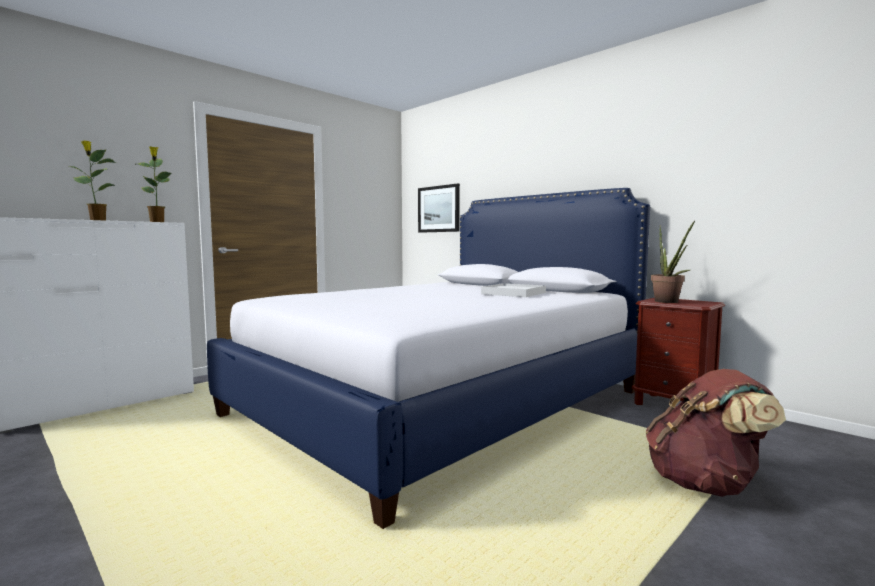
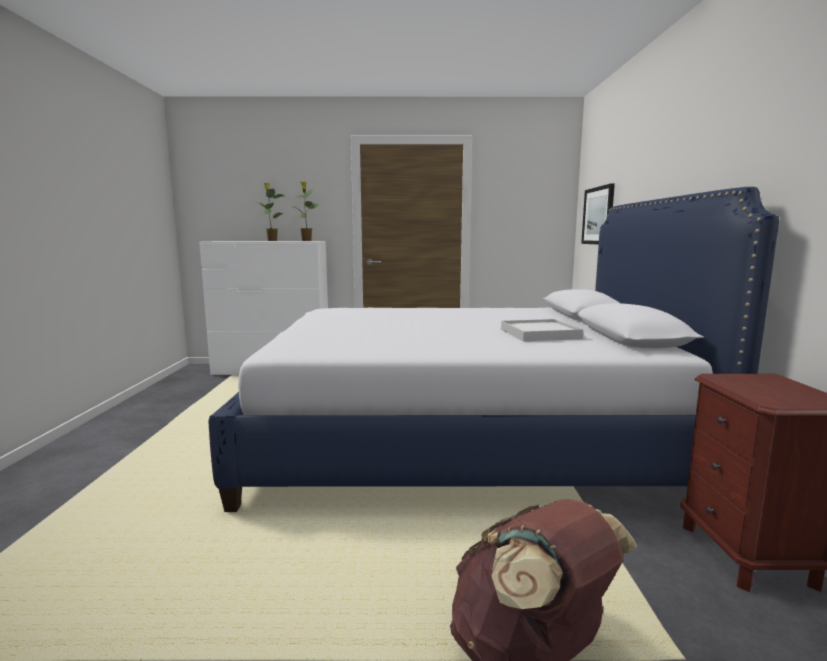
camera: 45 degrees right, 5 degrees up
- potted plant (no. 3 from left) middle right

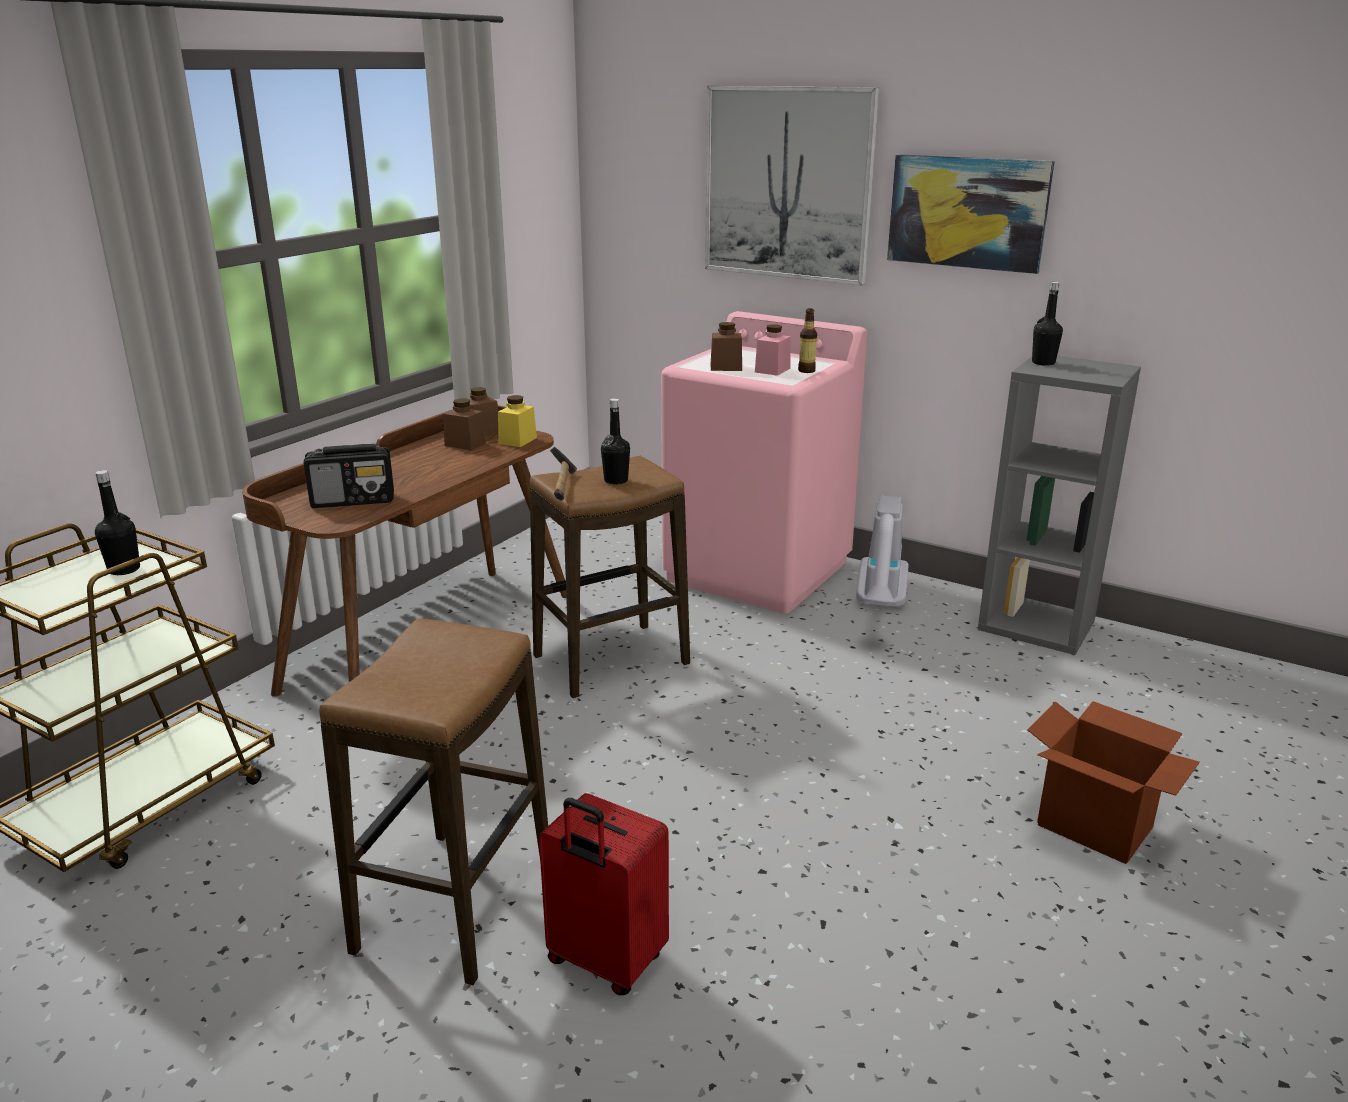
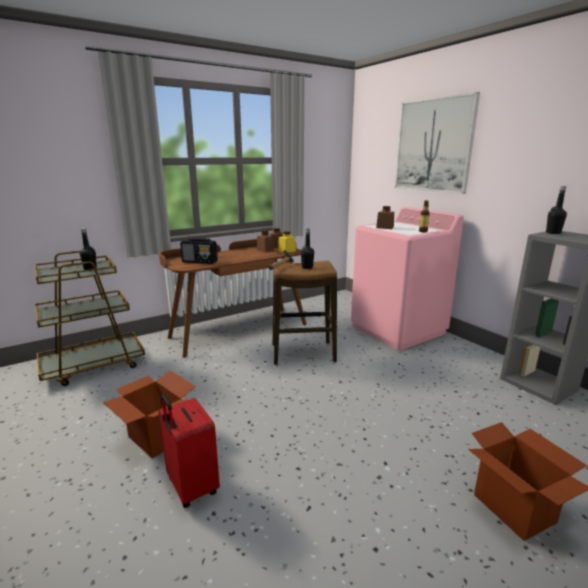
camera: 25 degrees right, 5 degrees down
- jar in pink top centre
- vacuum cleaner centre
- picture (no. 2 from left) top right
~ stool (no. 1 from left) bottom left to cardboard box (no. 1 from left) bottom left

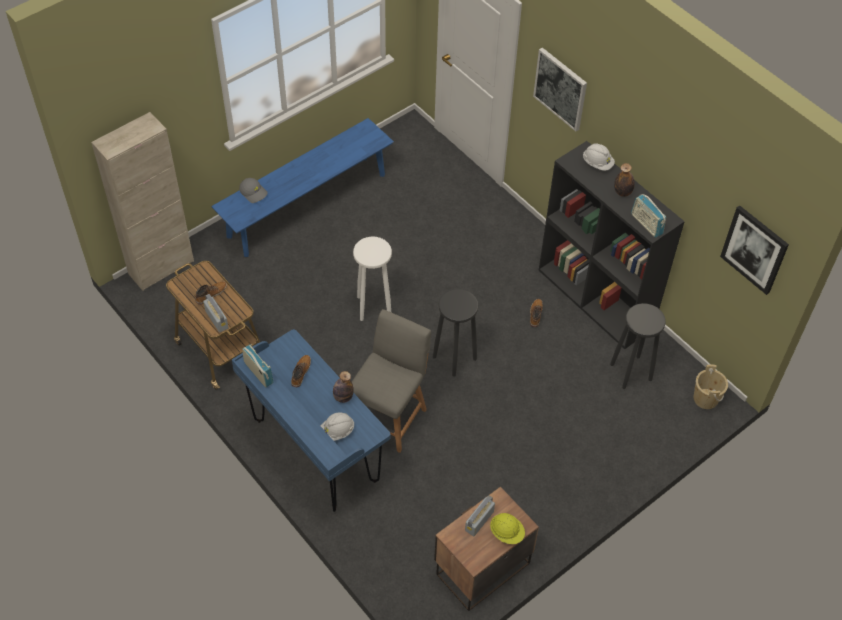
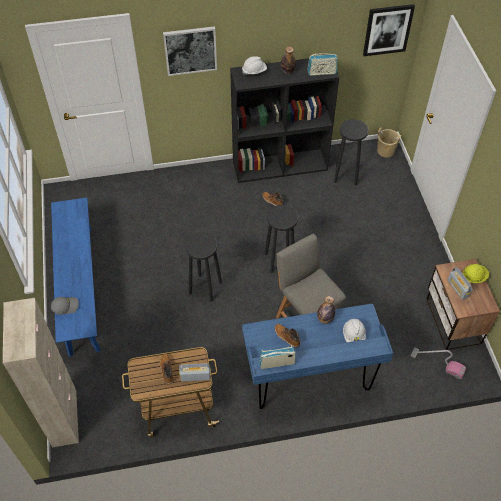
camera: 60 degrees left, 0 degrees up
+ vacuum cleaner bottom right
~ stool in white centre to stool in black (no. 1 from left) centre

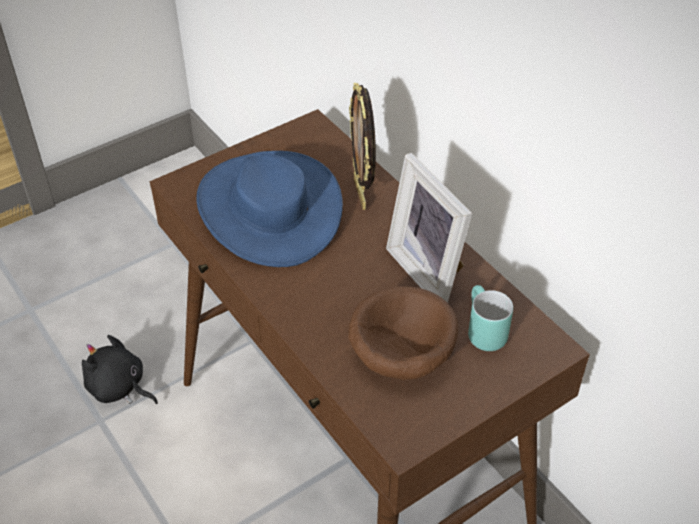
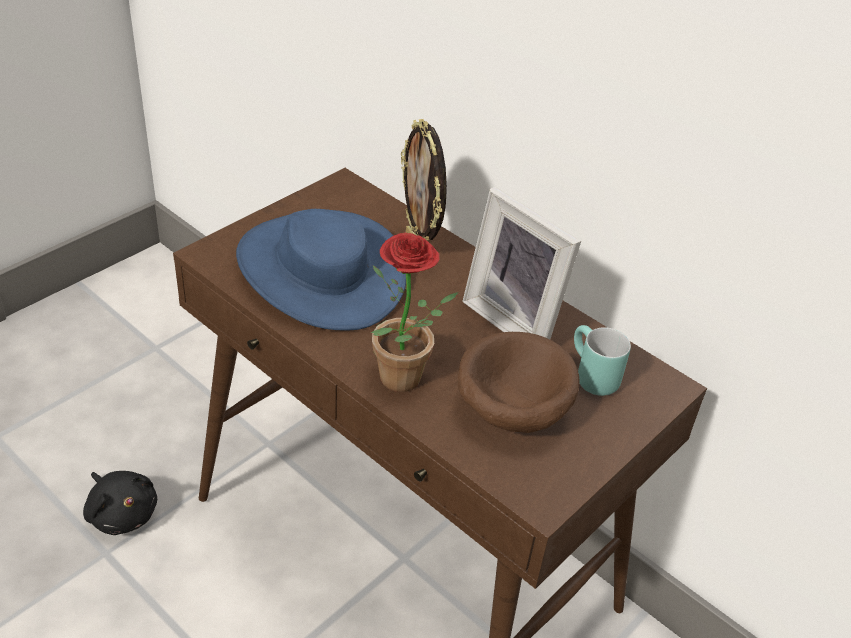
camera: 15 degrees left, 5 degrees down
+ potted plant centre
~ plush toy in black bottom left = bottom left 150 degrees counterclockwise

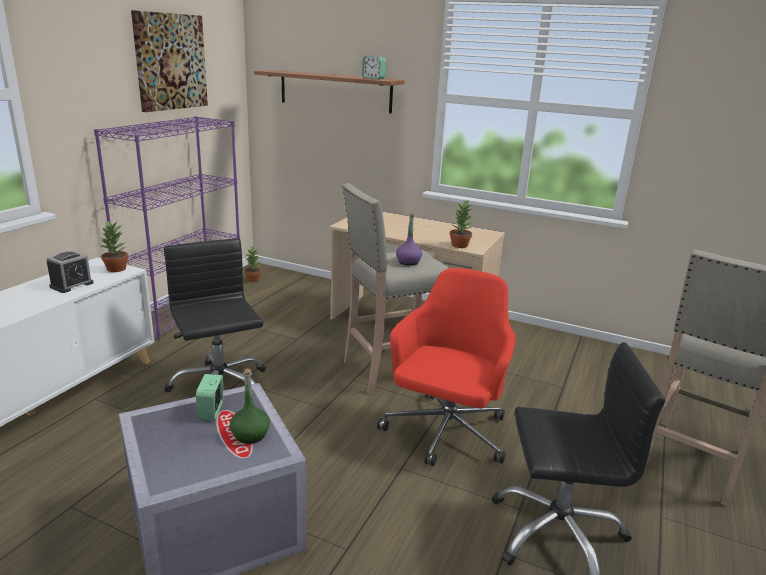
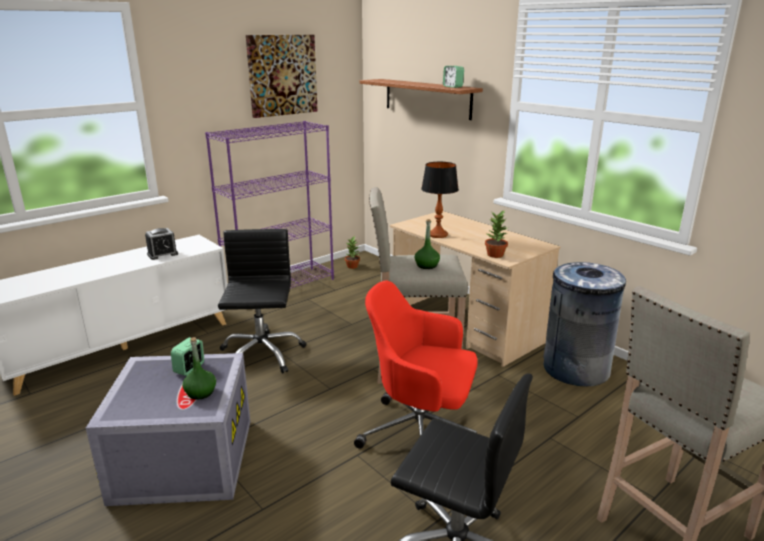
camera: 25 degrees right, 0 degrees up
- potted plant (no. 1 from left) middle left
+ table lamp centre
+ trash can in grey middle right
~ bottle in purple centre to bottle in green (no. 2 from left) centre
~ office chair in red centre = bottom centre 120 degrees counterclockwise

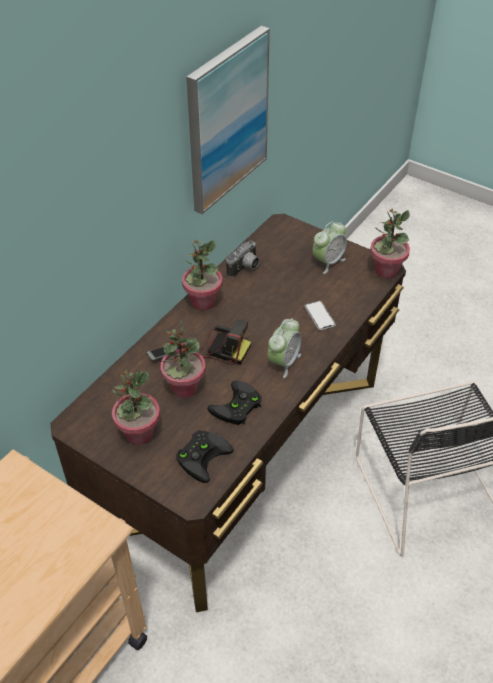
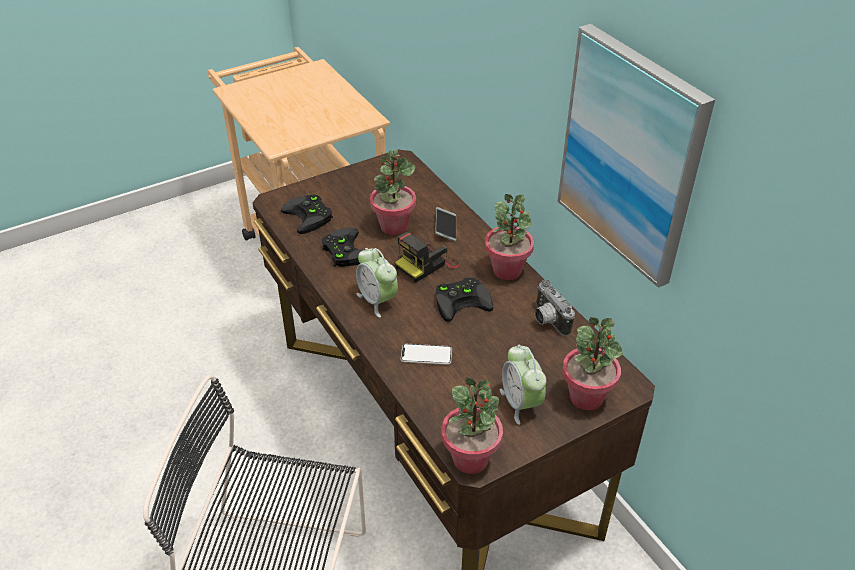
camera: 115 degrees right, 5 degrees down
+ game controller in black (no. 3 from left) centre
~ potted plant (no. 1 from left in the first image) middle left to potted plant (no. 4 from left) middle right

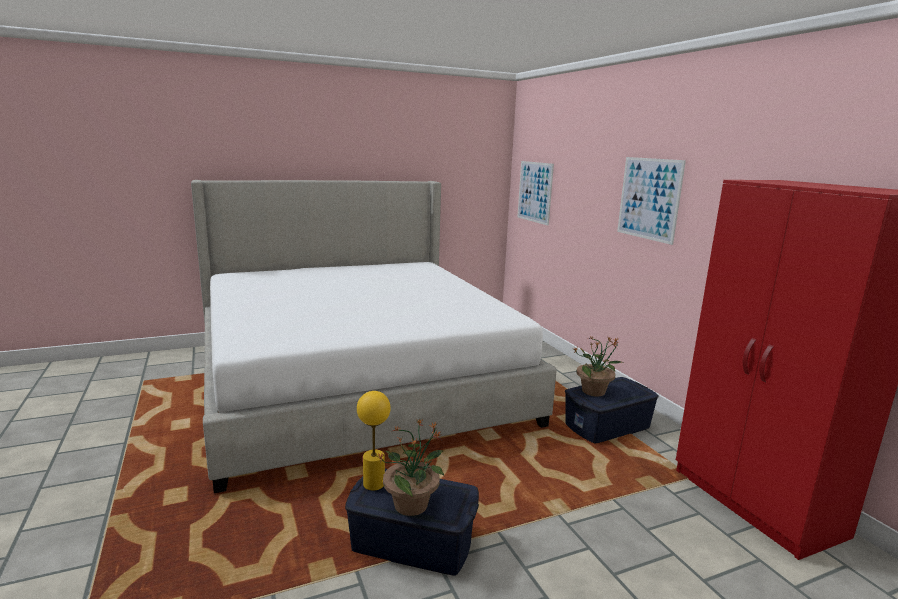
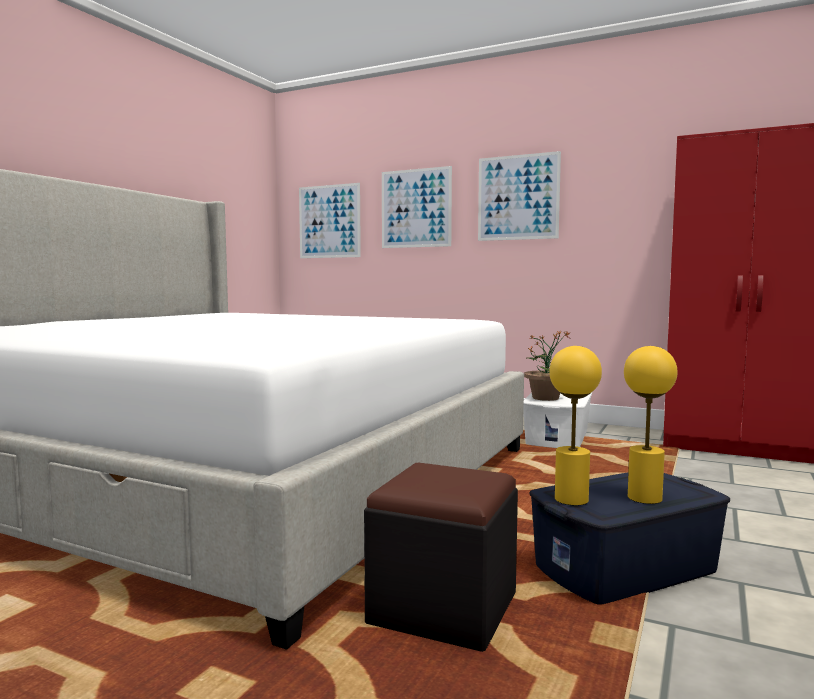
camera: 40 degrees left, 10 degrees down
+ ottoman in black bottom centre
+ picture (no. 2 from left) top centre
~ potted plant (no. 1 from left) bottom centre to table lamp in yellow (no. 2 from left) middle right
~ storage box in blue (no. 2 from left) bottom right to storage box in white middle right

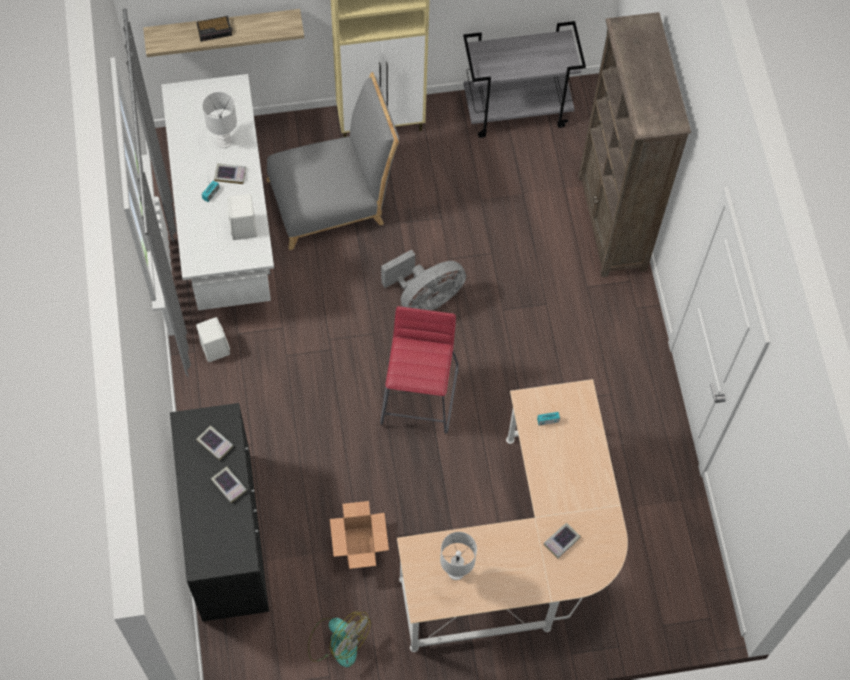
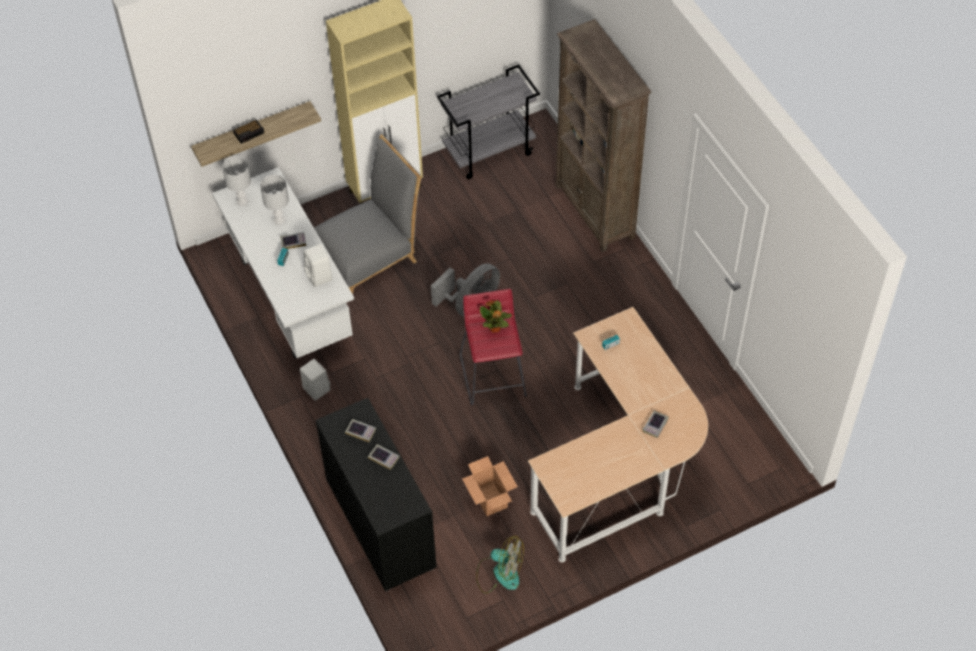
camera: 15 degrees left, 10 degrees down
+ potted plant centre
~ table lamp in white (no. 2 from left in the first image) bottom centre to table lamp in white (no. 1 from left) top left

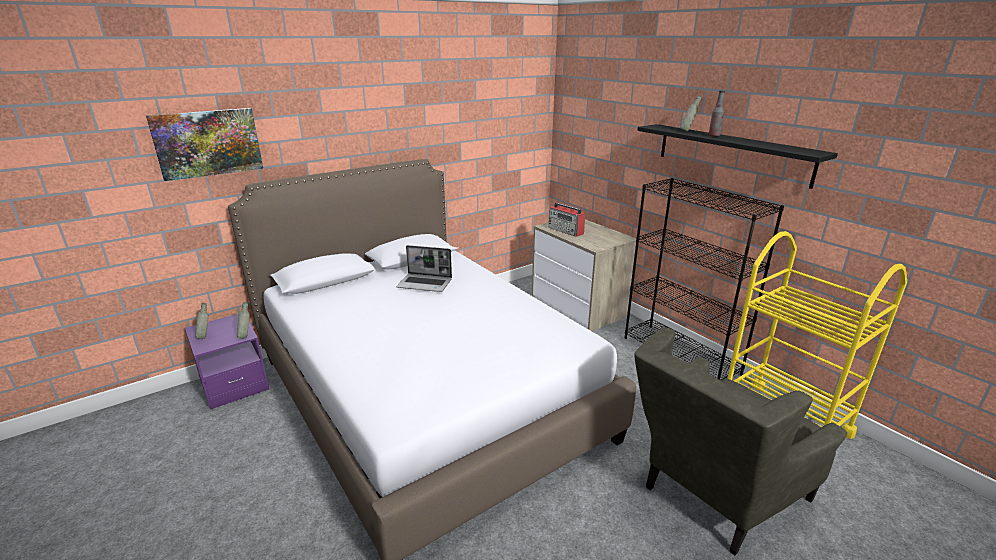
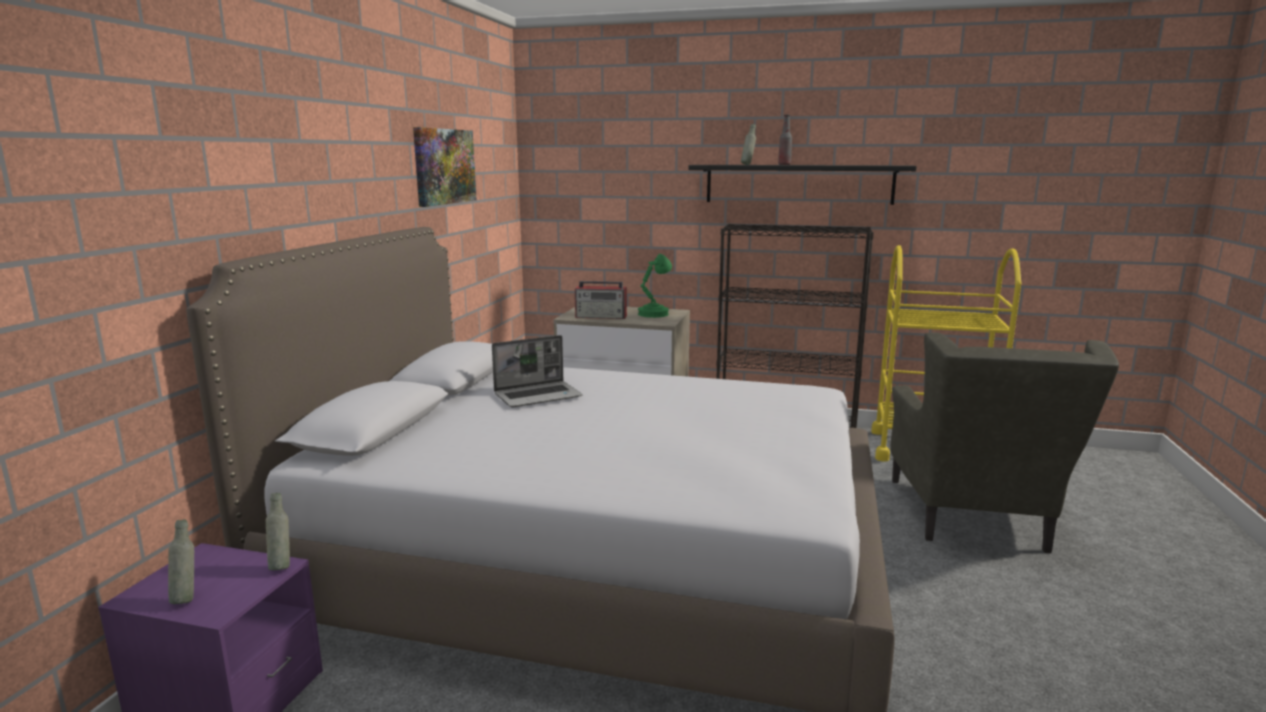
camera: 40 degrees left, 10 degrees down
+ table lamp in green centre
~ picture top left to top centre

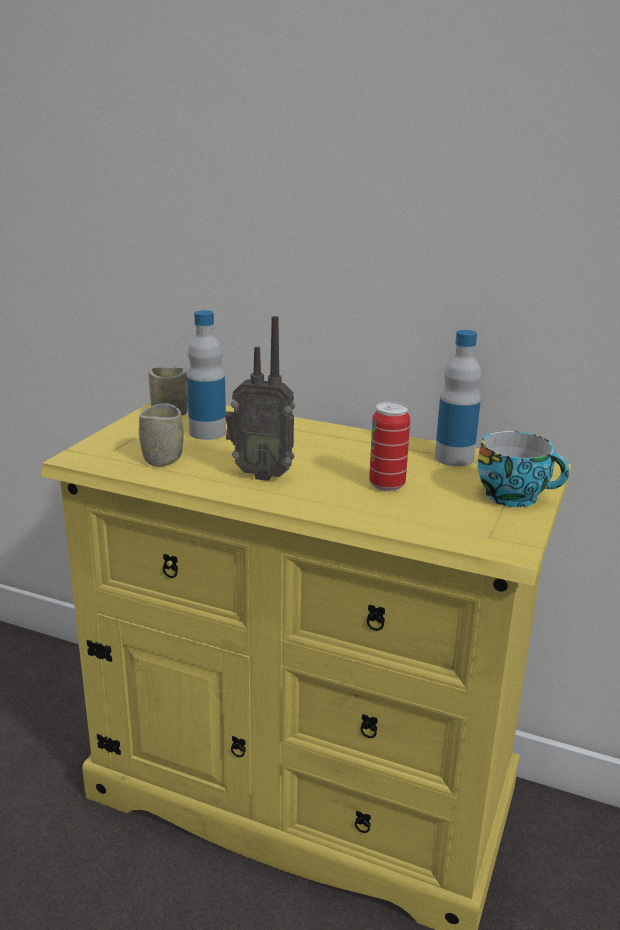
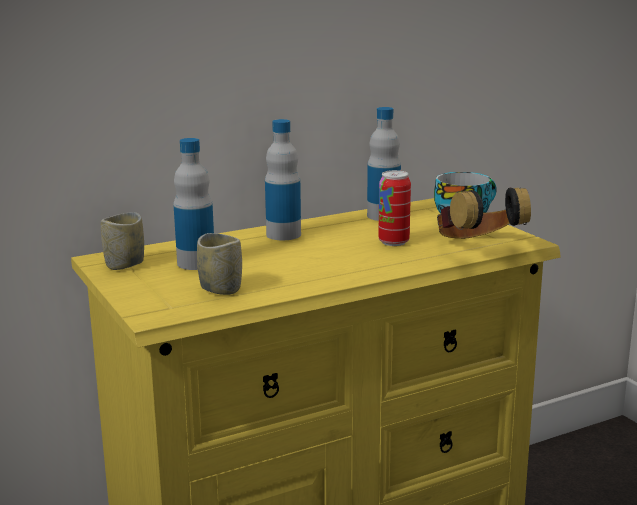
camera: 50 degrees left, 5 degrees down
- radio centre
+ bottle (no. 2 from left) centre
+ headphones middle right

